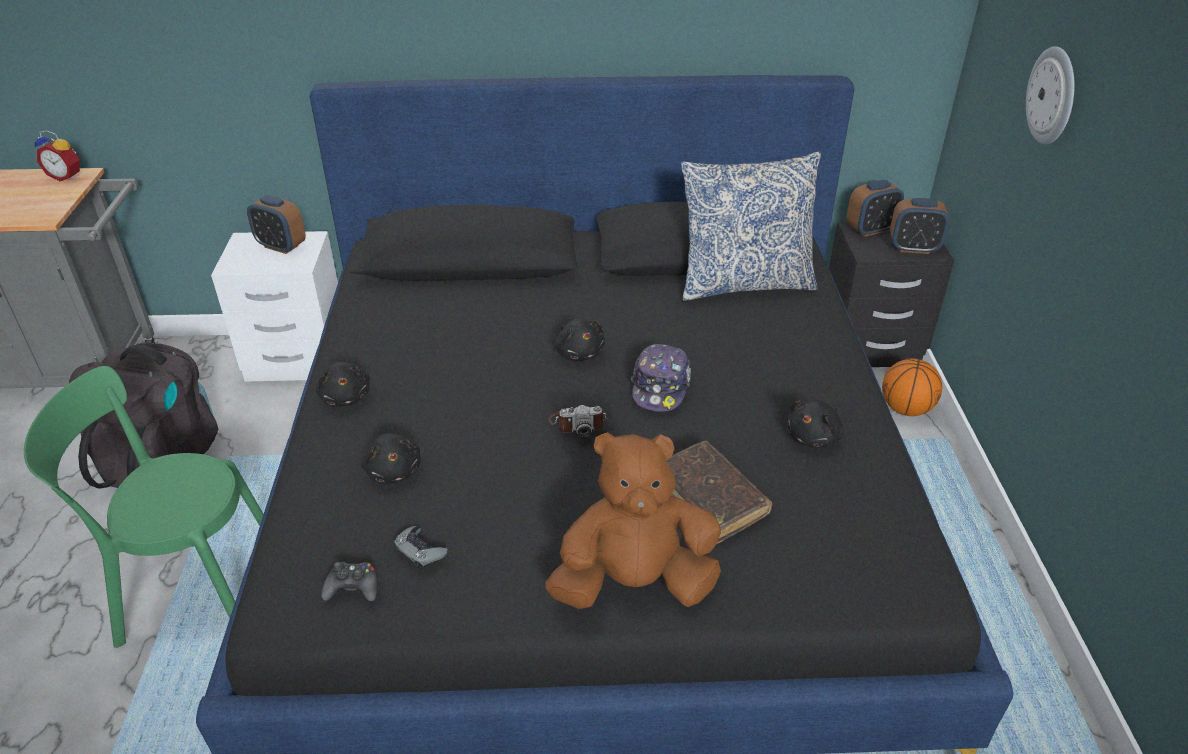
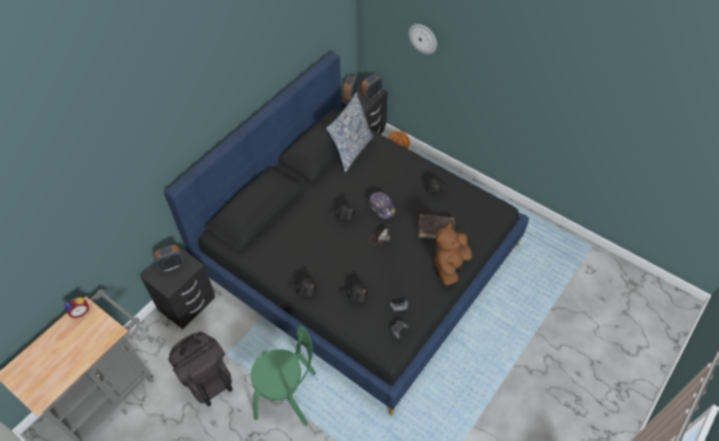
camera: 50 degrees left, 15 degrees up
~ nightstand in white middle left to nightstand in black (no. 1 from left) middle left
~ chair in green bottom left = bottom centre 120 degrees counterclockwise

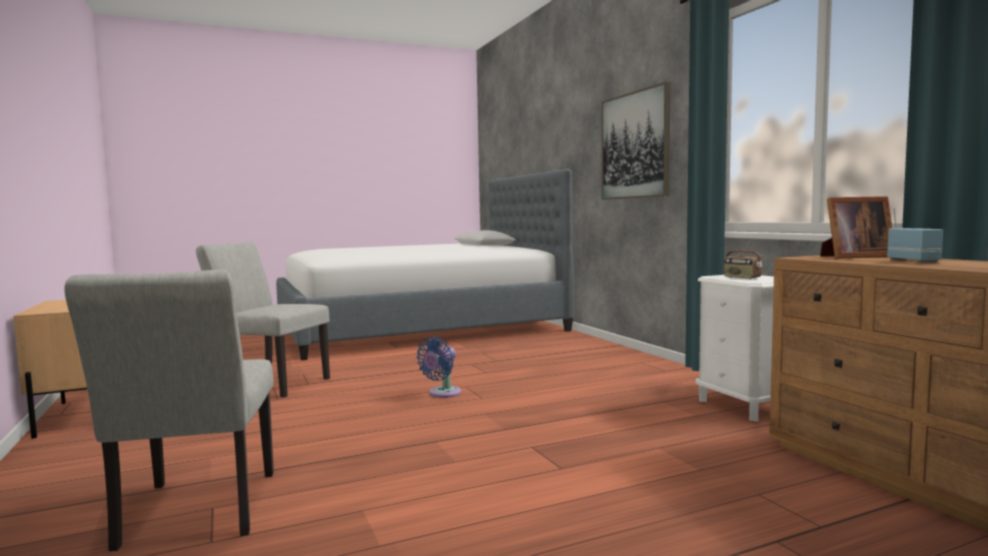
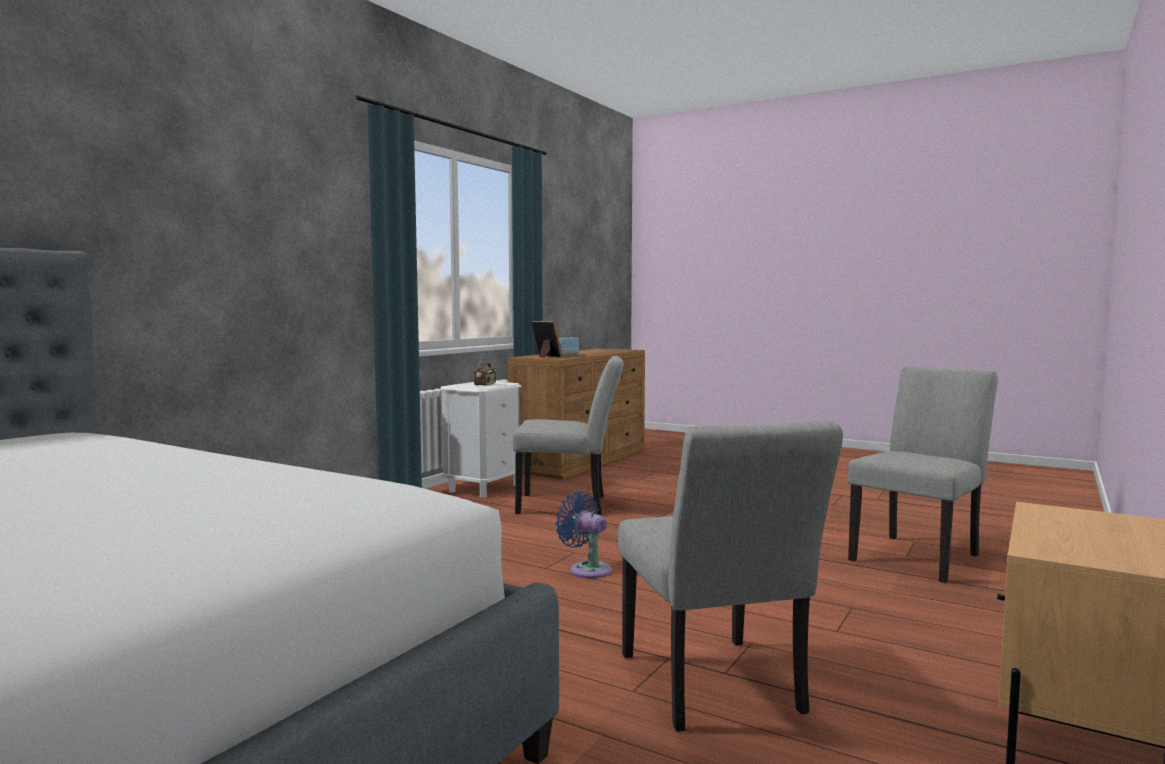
camera: 125 degrees left, 0 degrees up
- picture top centre
+ chair in grey (no. 1 from left) centre
~ fan in blue centre = bottom centre 135 degrees counterclockwise

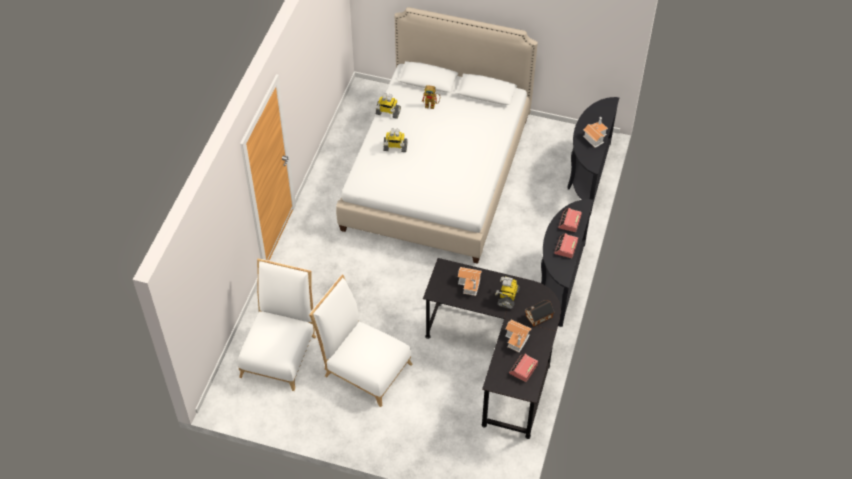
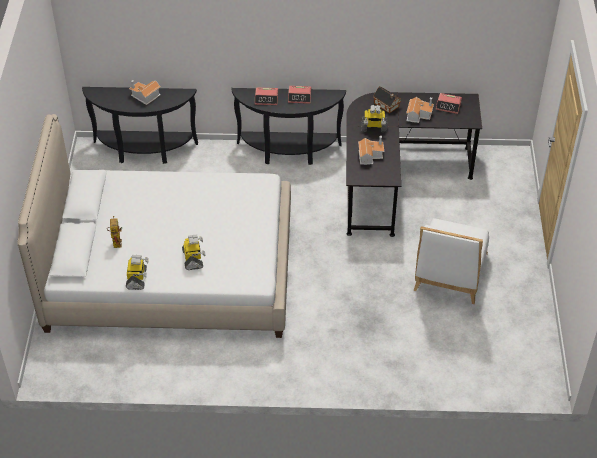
camera: 105 degrees left, 5 degrees down
- chair in white (no. 1 from left) bottom left

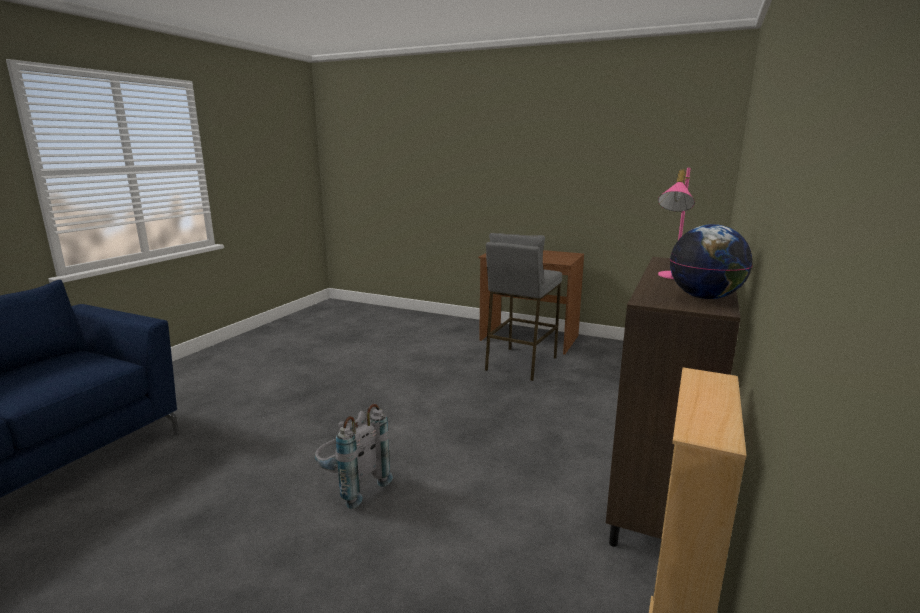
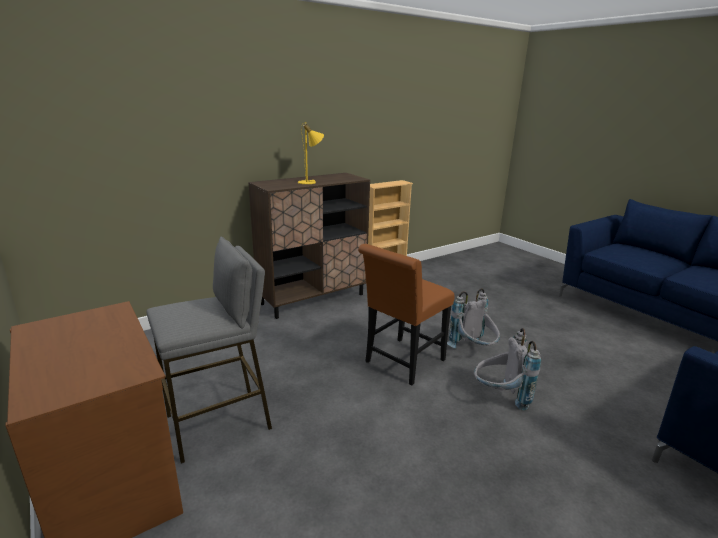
camera: 150 degrees left, 5 degrees up
- globe middle right
+ chair in brown centre
+ backpack in grey (no. 2 from left) bottom right
~ table lamp in pink middle right to table lamp in yellow top centre

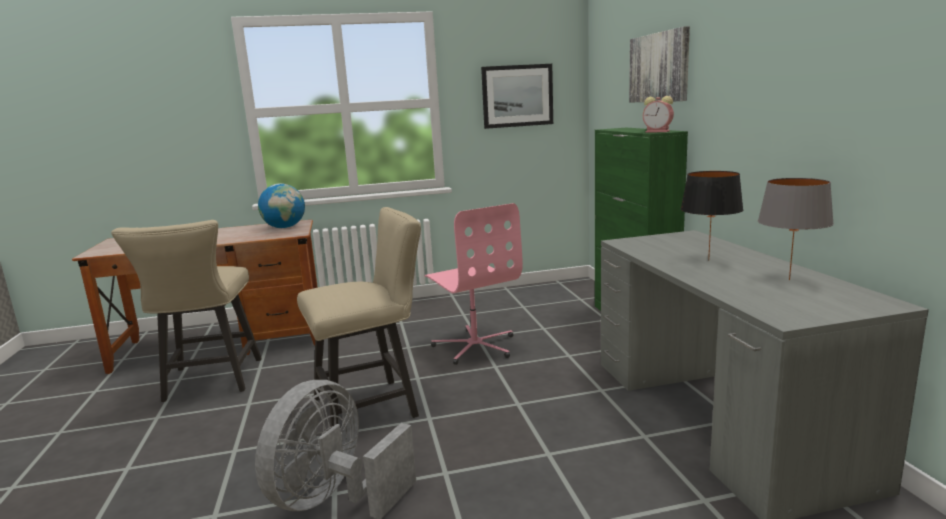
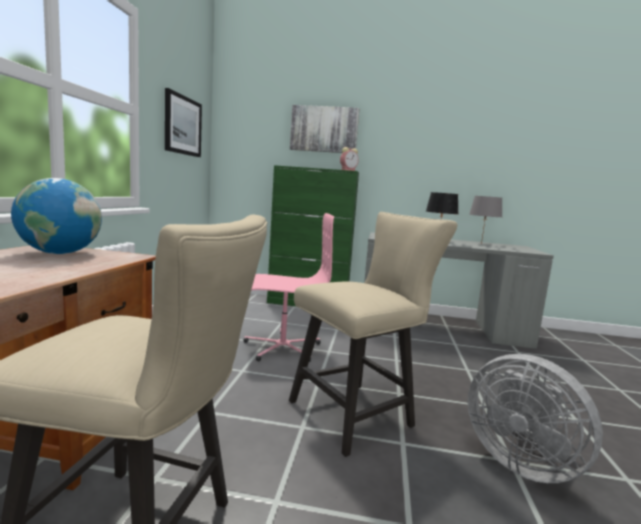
camera: 70 degrees left, 5 degrees down
~ chair in beige (no. 2 from left) centre = centre 60 degrees clockwise

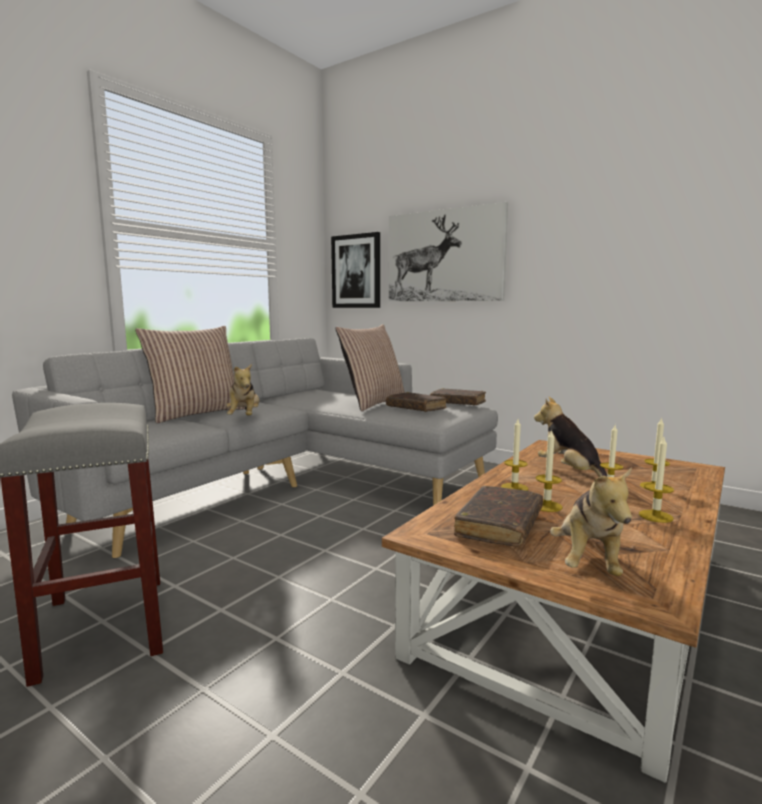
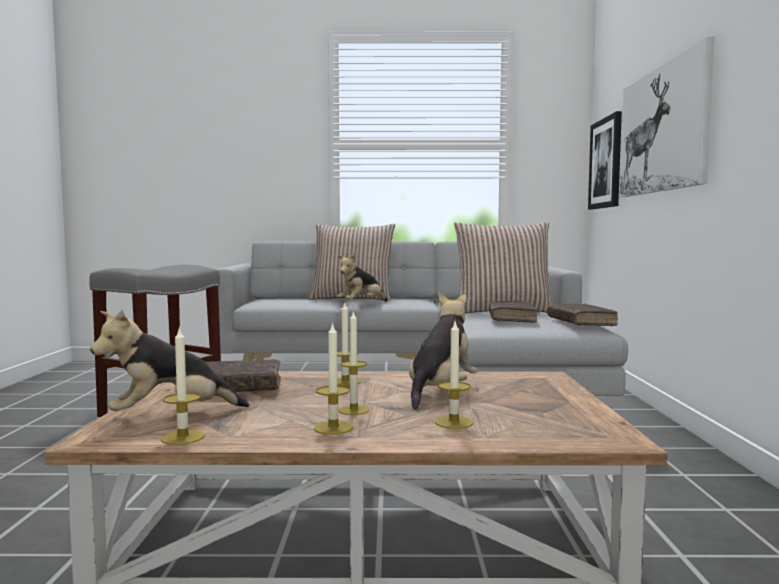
camera: 55 degrees right, 5 degrees down
~ candle (no. 2 from left in the first image) middle right to candle (no. 1 from left) middle left

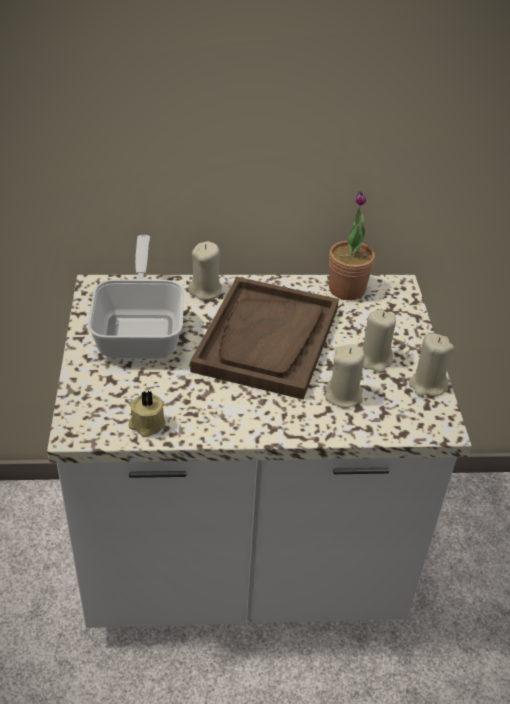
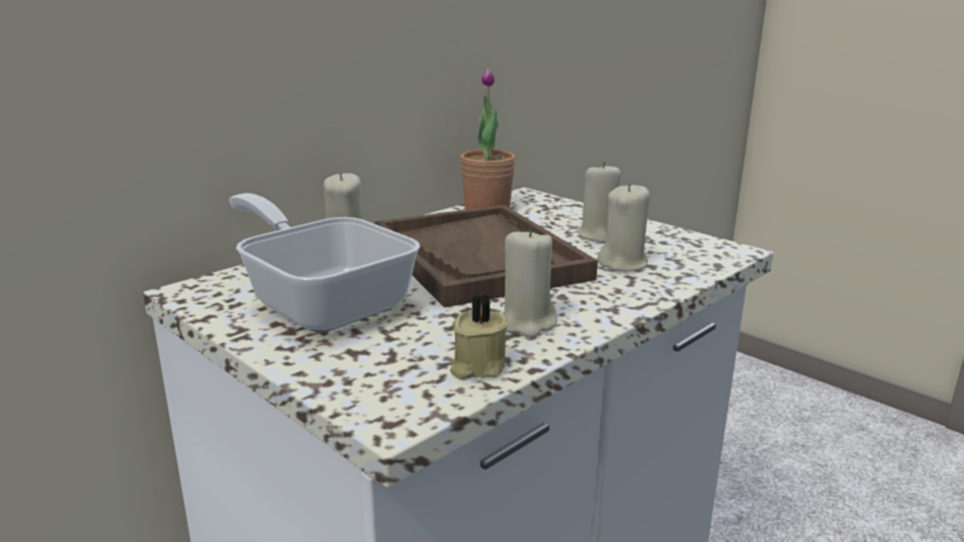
camera: 40 degrees left, 20 degrees down
~ candle in beige (no. 5 from left in the first image) middle right to candle in beige (no. 3 from left) centre

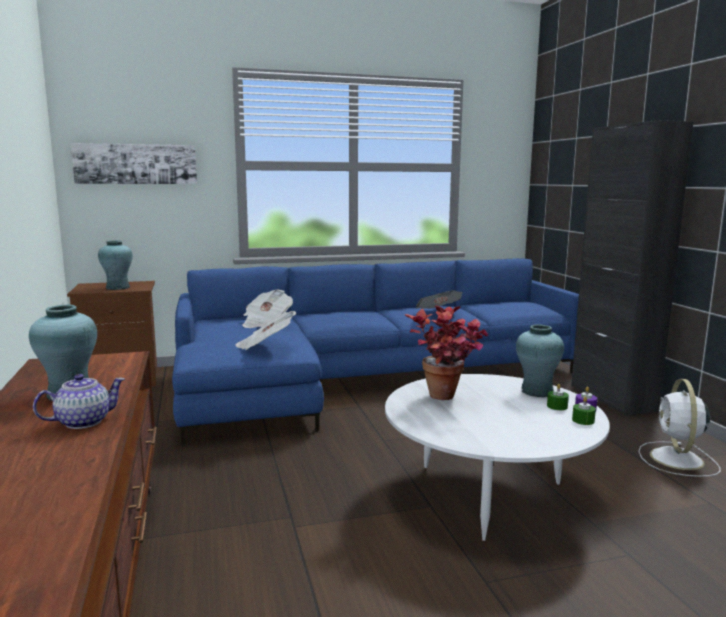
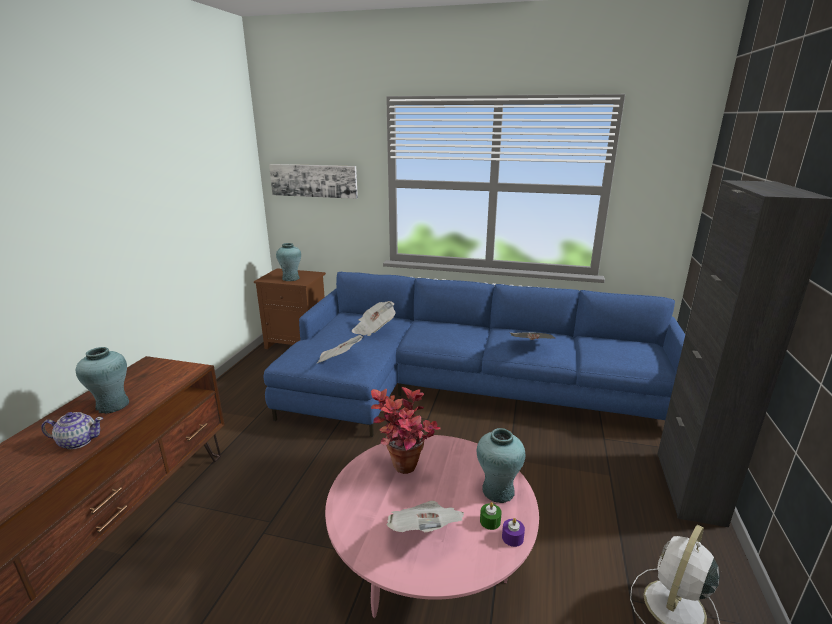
camera: 30 degrees right, 10 degrees up
- candle in green (no. 2 from left) middle right
+ newspaper (no. 3 from left) bottom centre
~ coffee table in white bottom right to coffee table in pink bottom centre

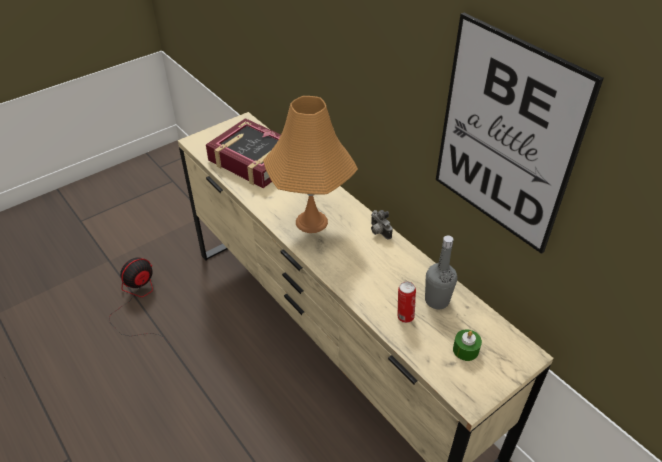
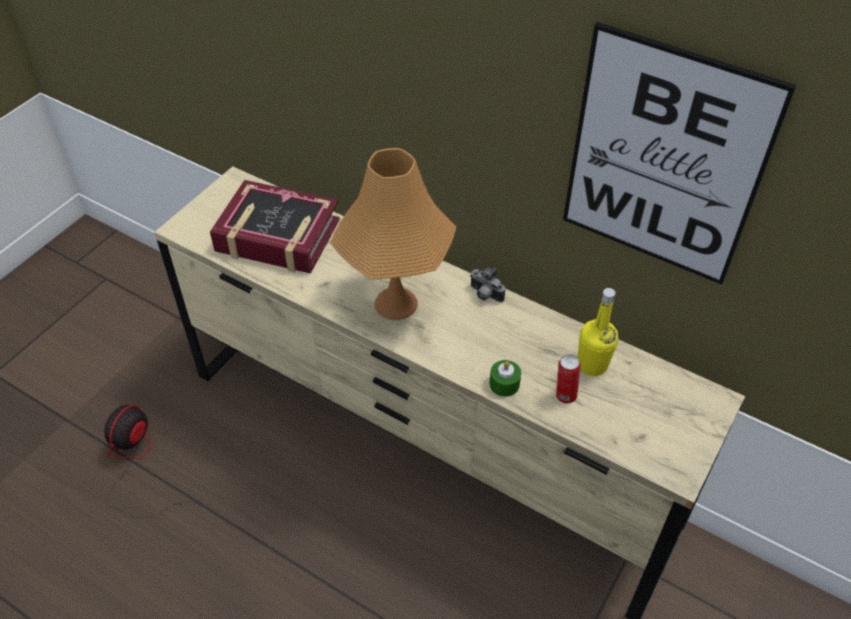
camera: 20 degrees left, 5 degrees up
~ candle in green bottom right to centre
~ bottle in grey centre to bottle in yellow middle right

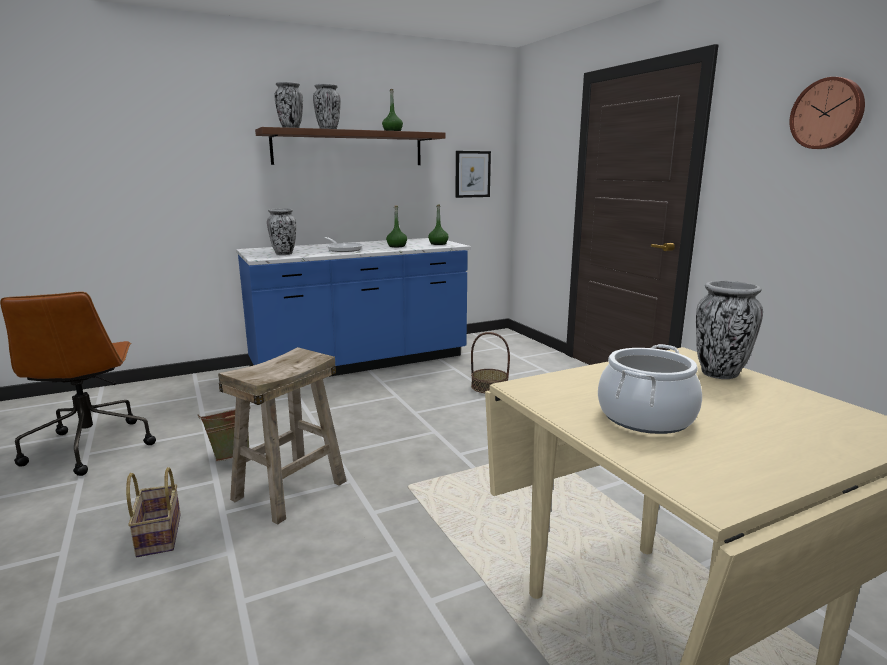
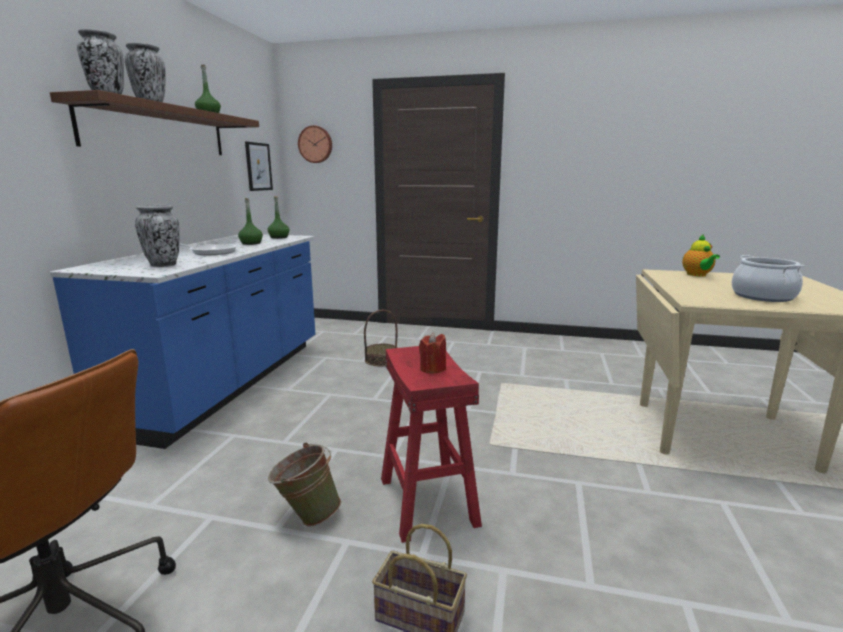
camera: 50 degrees left, 0 degrees up
+ candle in red centre
~ wall clock top right to top centre
~ vase (no. 4 from left) middle right to teapot middle right
~ stool in beige middle left to stool in red bottom centre

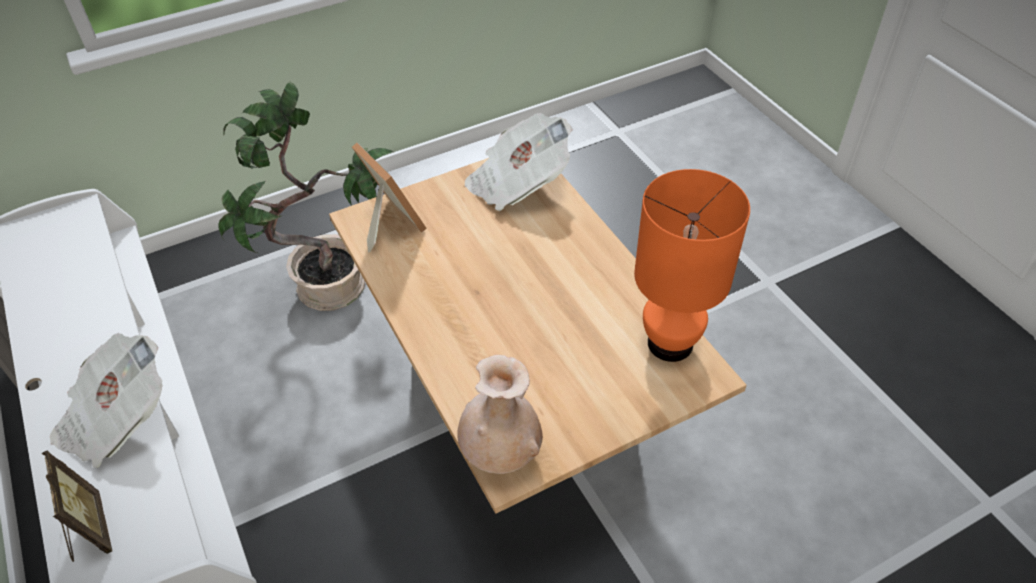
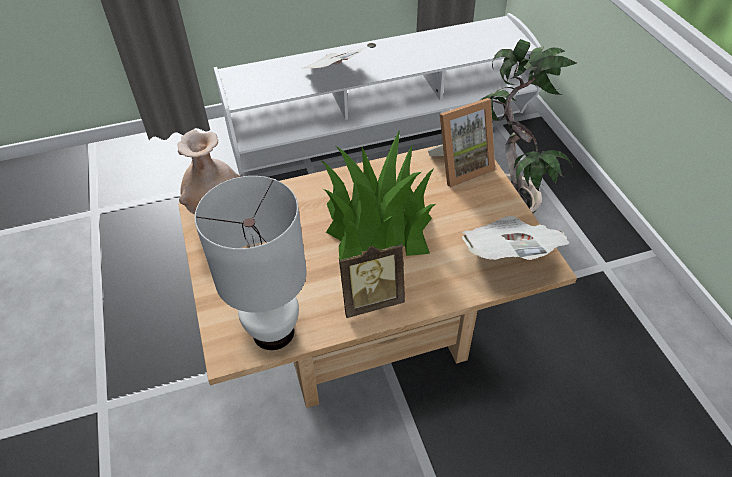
camera: 100 degrees right, 0 degrees up
+ potted plant (no. 1 from left) centre
~ picture frame (no. 1 from left) bottom left to centre
~ table lamp in orange middle right to table lamp in white centre

